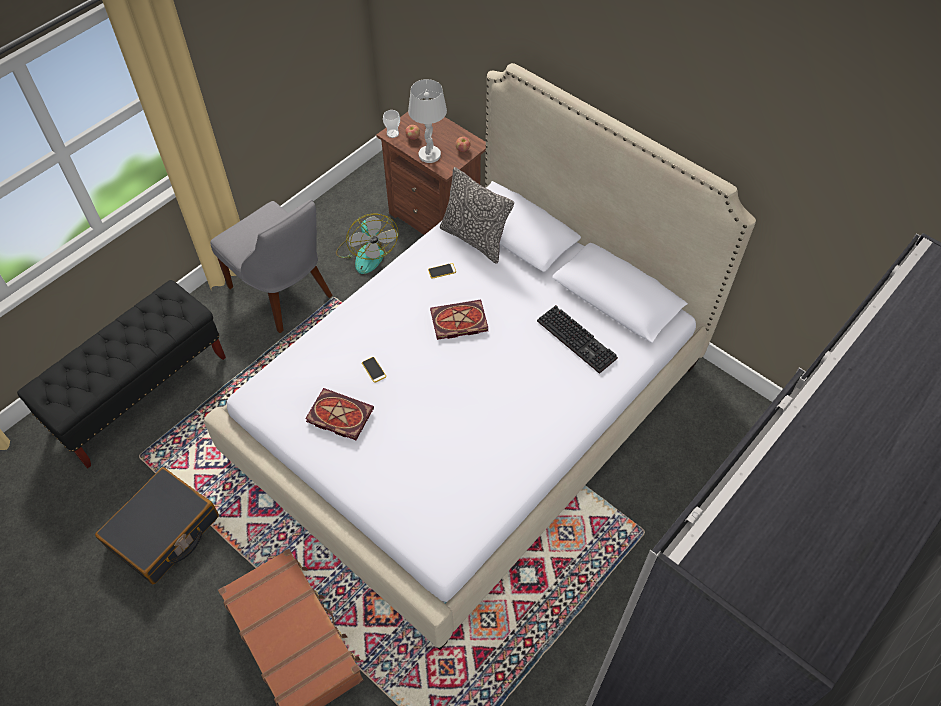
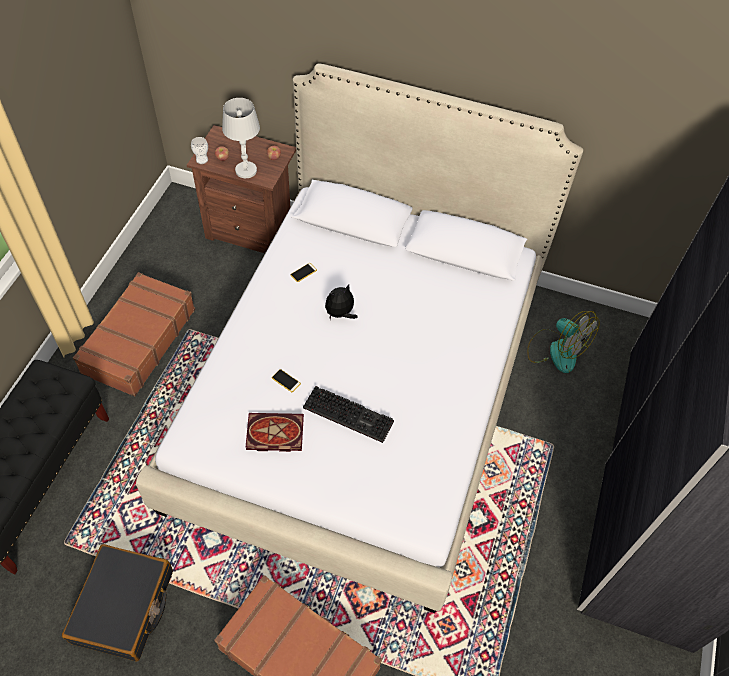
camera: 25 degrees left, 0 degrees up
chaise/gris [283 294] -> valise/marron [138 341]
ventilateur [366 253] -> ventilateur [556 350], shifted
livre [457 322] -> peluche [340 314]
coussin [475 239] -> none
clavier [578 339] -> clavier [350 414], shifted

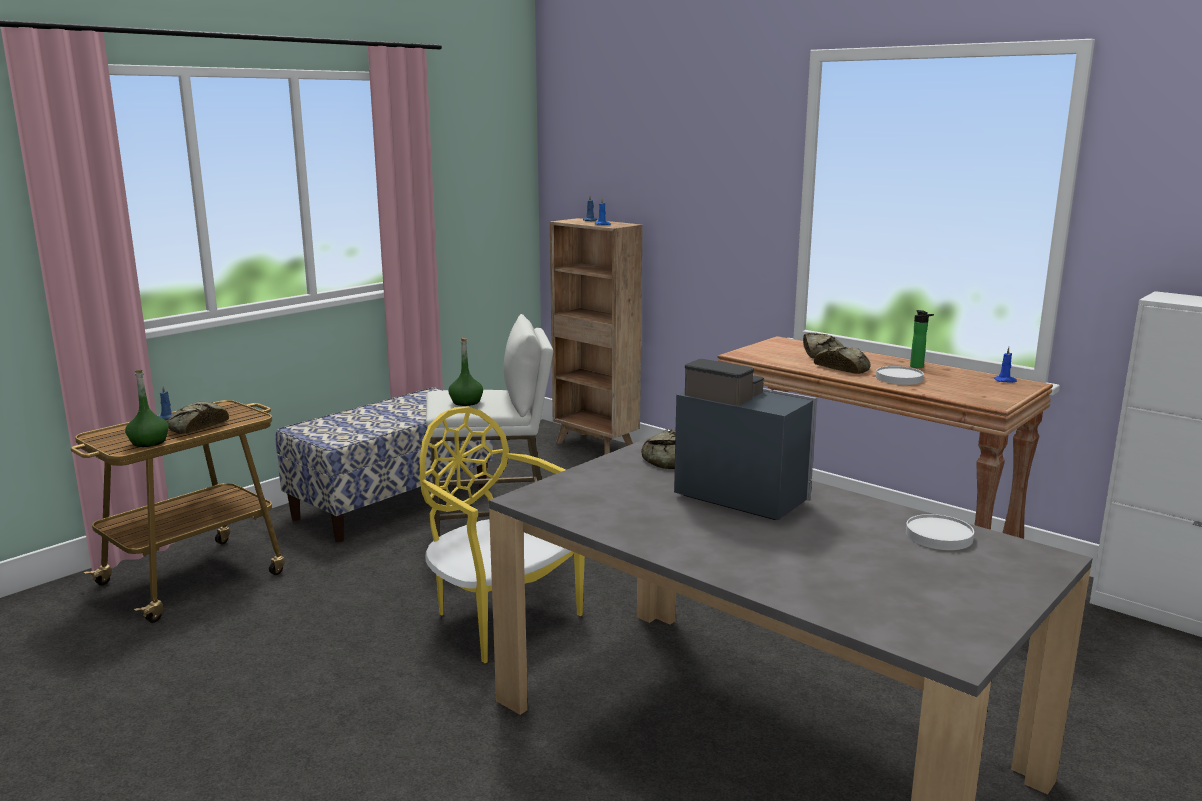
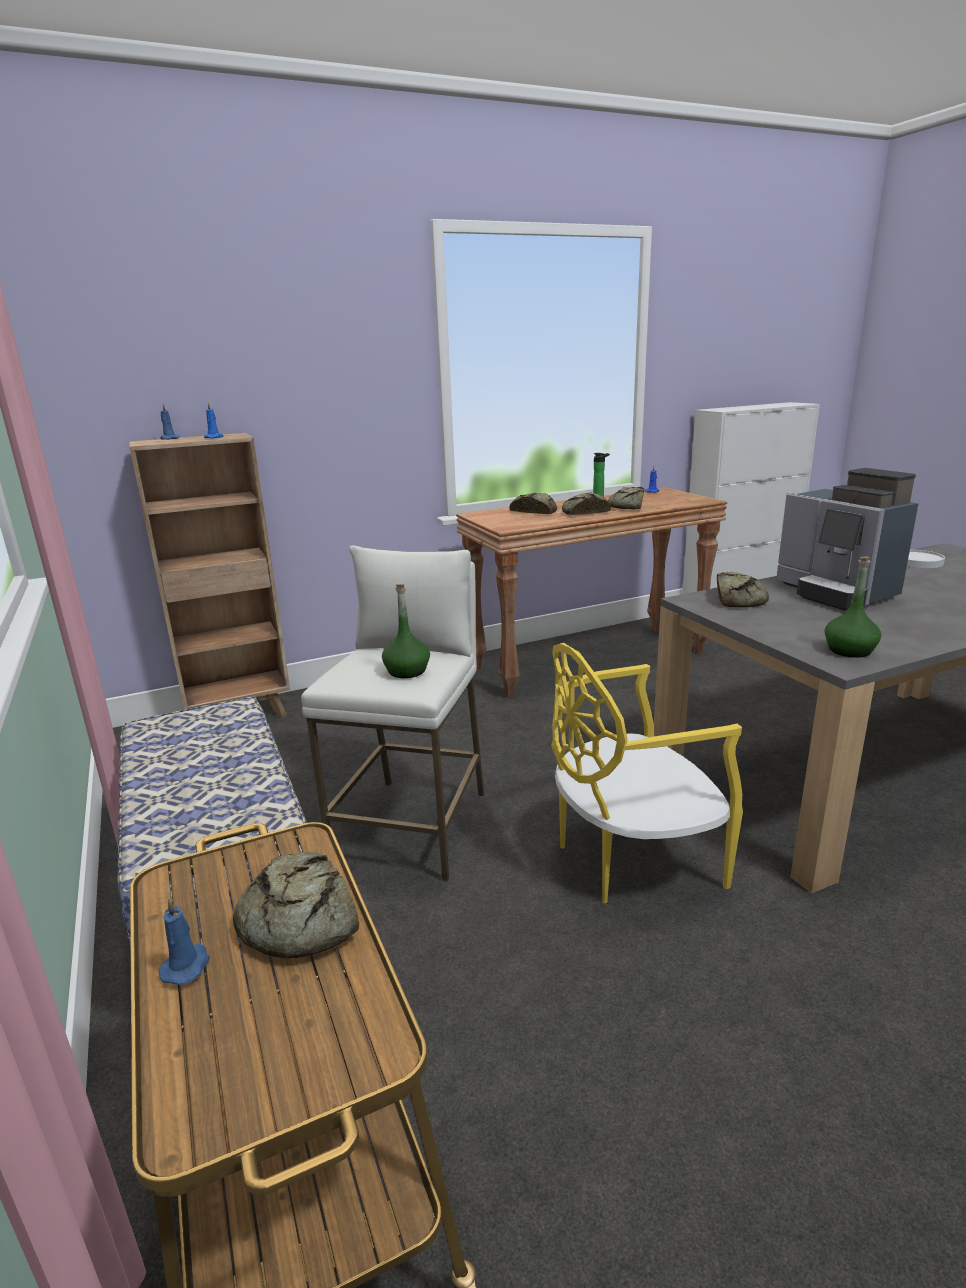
camera: 65 degrees left, 5 degrees up
bouteille/vert [149 442] -> bouteille/vert [849 650], shifted
machine à café [740 495] -> machine à café [835 593], 90 degrees counterclockwise
assiette/blanc [899 378] -> pain [627 506]

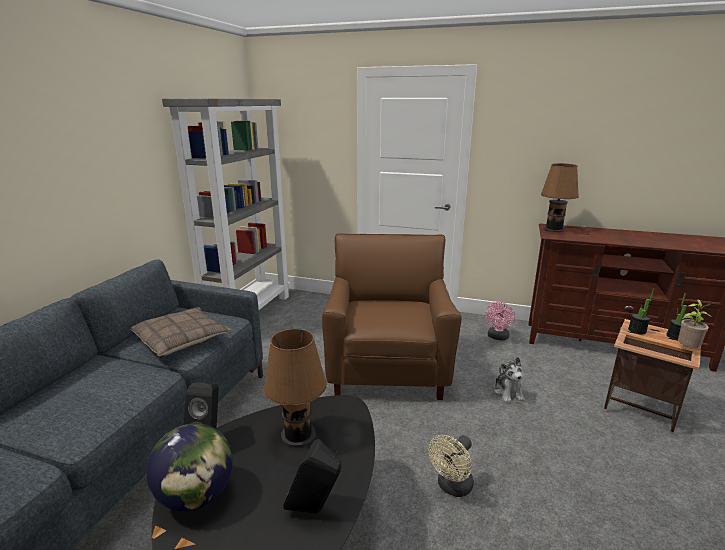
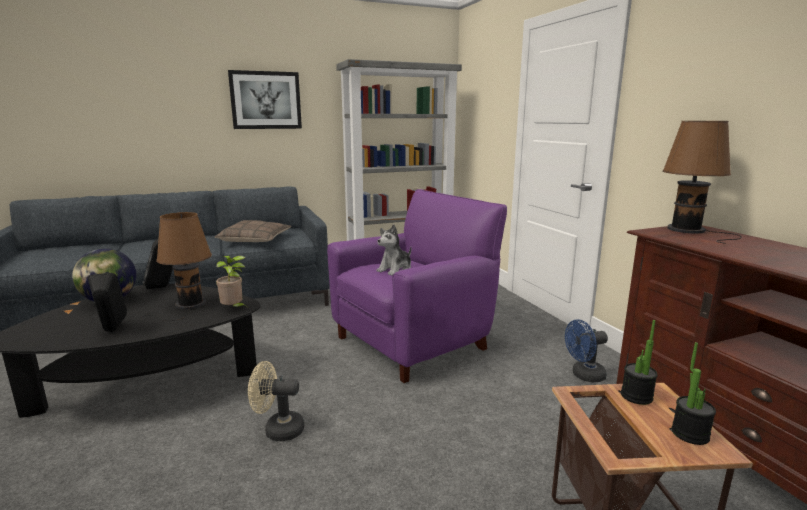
camera: 50 degrees right, 5 degrees down
fauteuil/marron [388 368] -> fauteuil/violet [414 342]
ventilateur/rose [497 337] -> ventilateur/bleu [584 375]
peluche [508 392] -> peluche [395 270], shifted
plante en pot [687 349] -> plante en pot [234 309], shifted
none -> tableau [266 100]

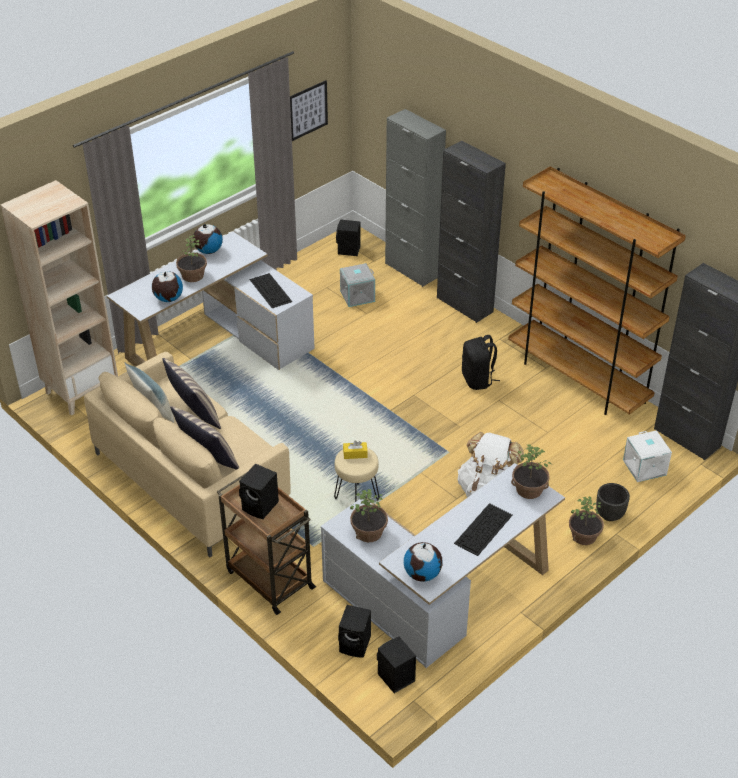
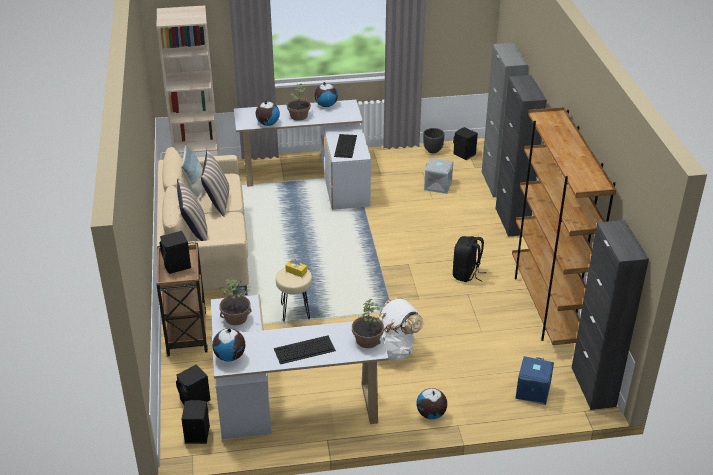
camera: 35 degrees right, 5 degrees down
tableau [308 110] -> none
plante en pot [584 536] -> globe [431 414]
cache-pot/noir [610 515] -> cache-pot/noir [433 150], shifted
boîte de rangement/blanc [643 467] -> boîte de rangement/bleu [532 391]

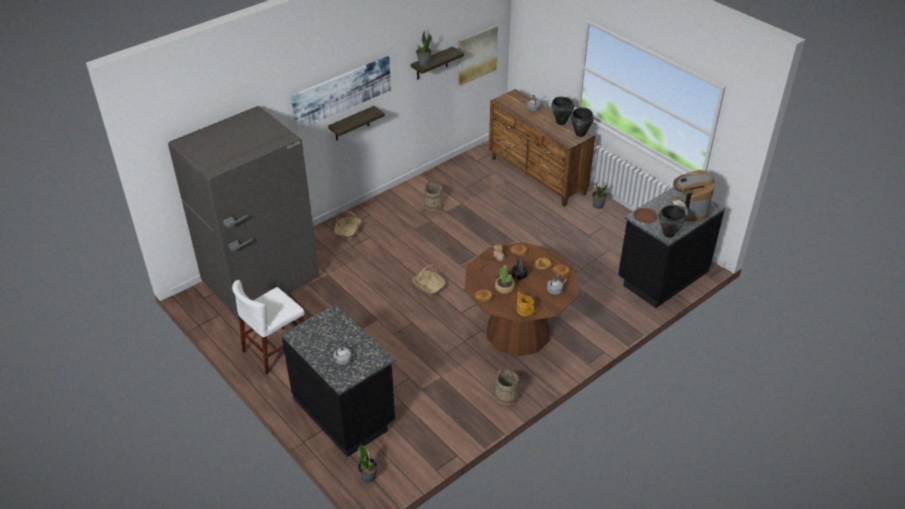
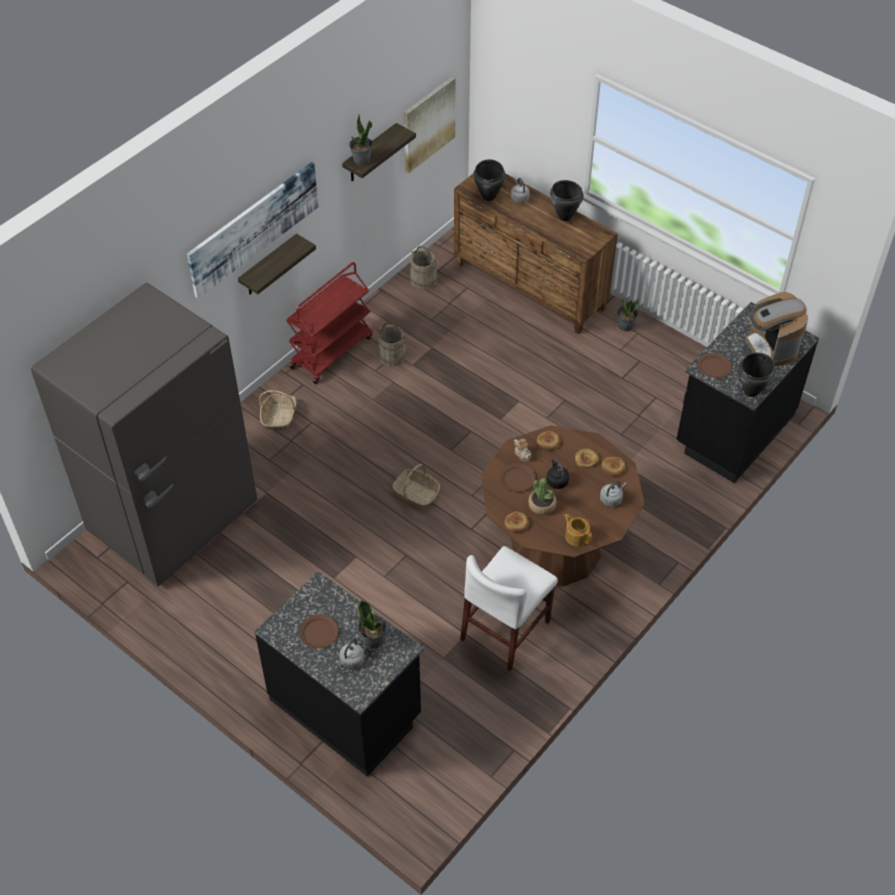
camera: 10 degrees left, 10 degrees up
chaise/blanc [275 350] -> chaise/blanc [505 630], shifted
plante en pot [368 476] -> plante en pot [373 639], shifted
seau/beige [506 396] -> seau/beige [423 280], shifted
marmite/noir [580 134] -> marmite/noir [489 196], shifted
none -> chariot/rouge [331 351]
none -> assiette/marron [319 633]

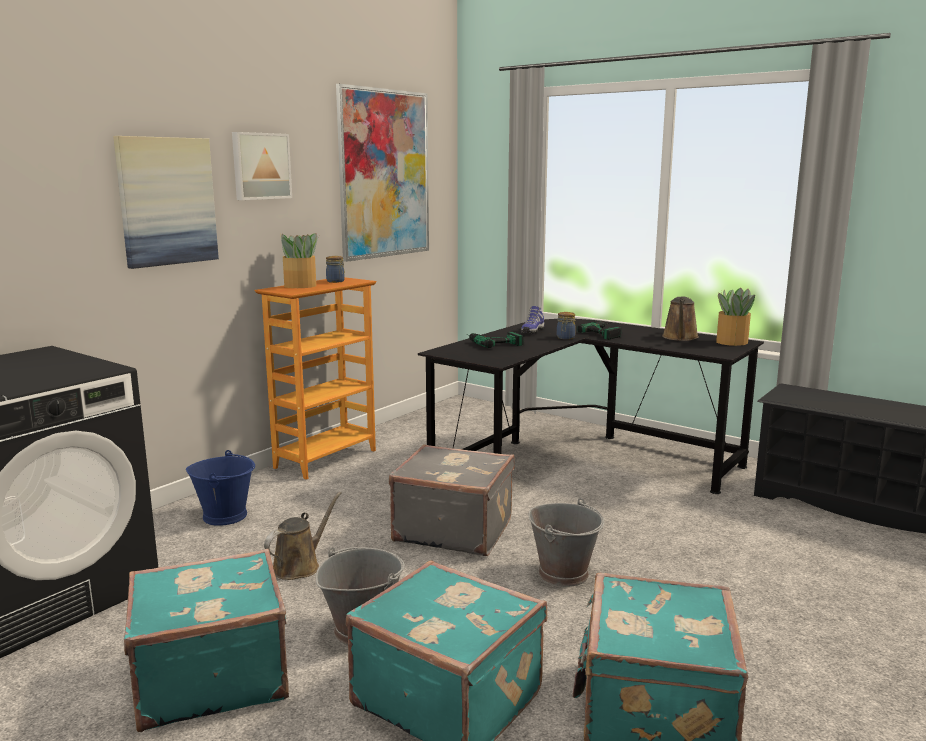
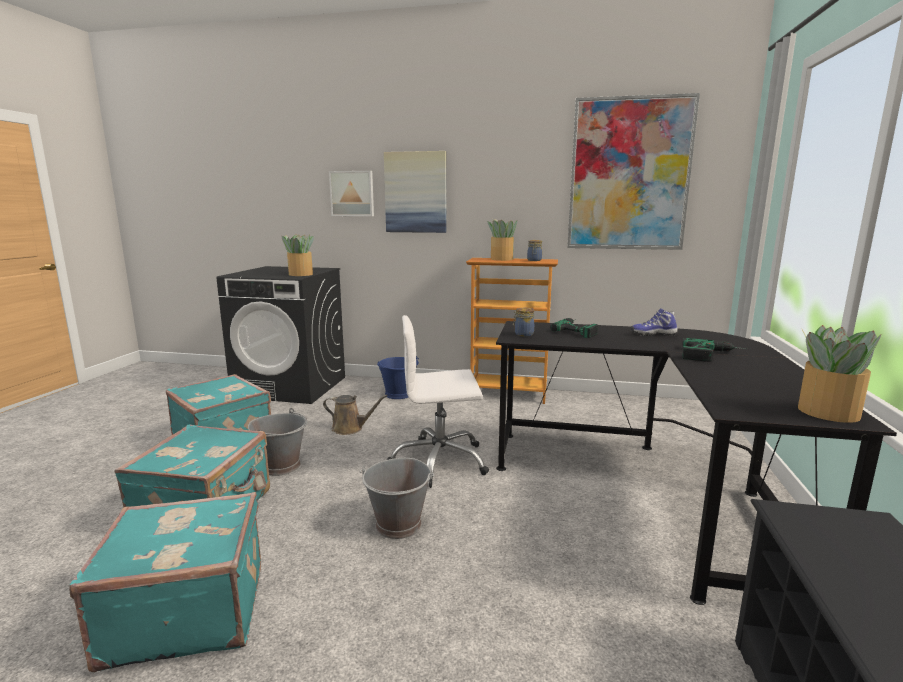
camera: 65 degrees right, 0 degrees up
tableau [260 166] -> tableau [352 193], shifted
valise/gris [453 530] -> chaise de bureau/blanc [439 461]
bocal [565 338] -> bocal [523 334], shifted
arrosoir/marron [680 338] -> none
none -> plante en pot [300 274]

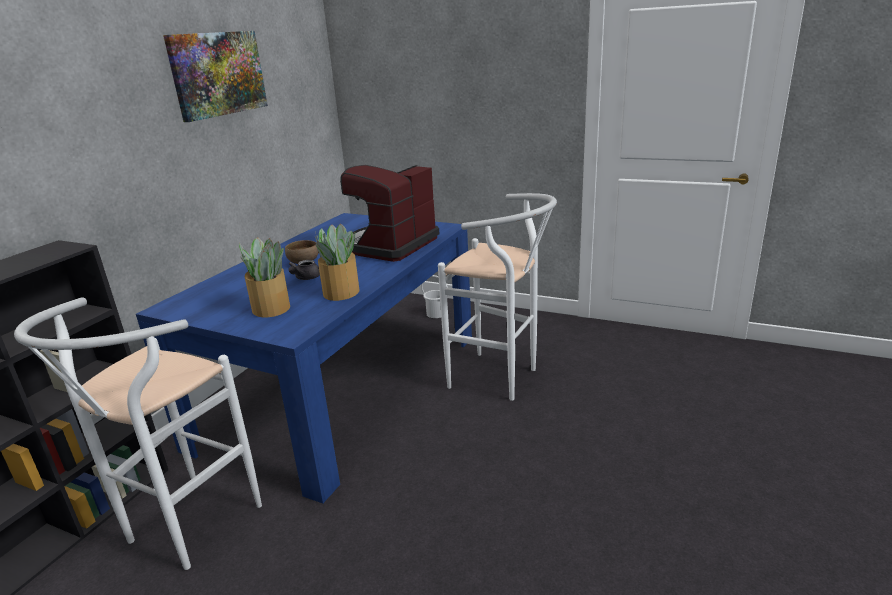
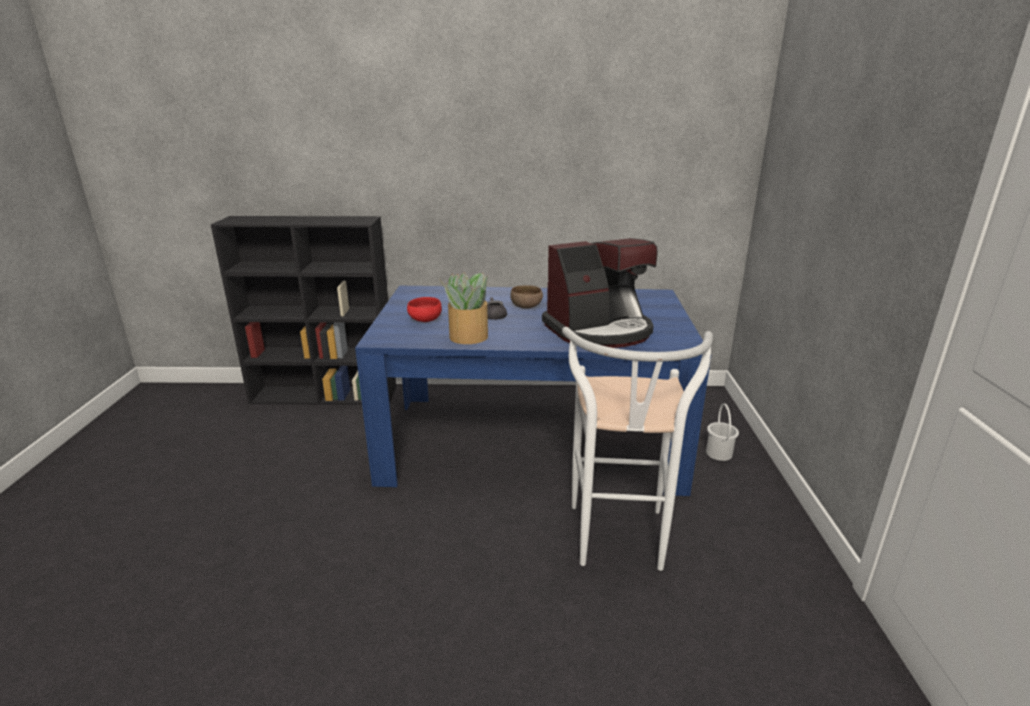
camera: 65 degrees right, 0 degrees up
tabouret/blanc [184 530] -> none
tableau [218 74] -> none
plante en pot [271 308] -> bol/rouge [425 320]
machine à café [390 245] -> machine à café [599 330], 150 degrees clockwise

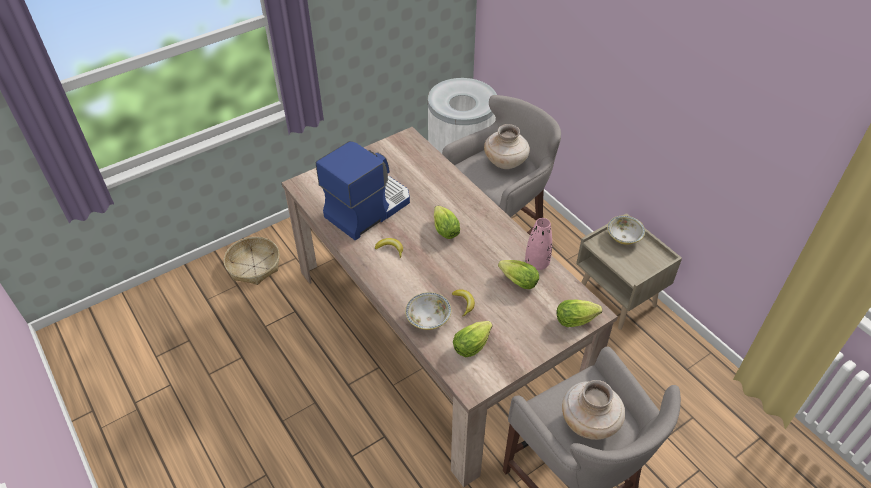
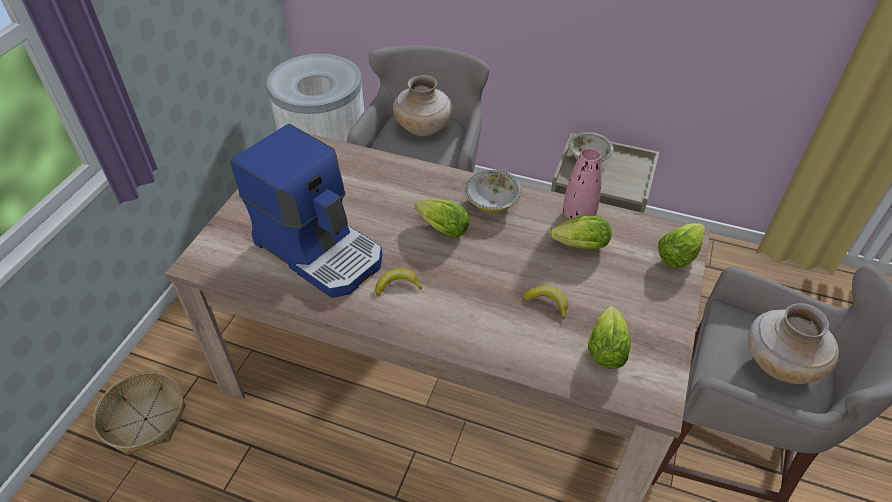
camera: 35 degrees left, 0 degrees up
machine à café [367 208] -> machine à café [321 250], 120 degrees clockwise
bol [428 319] -> bol [492 203], shifted

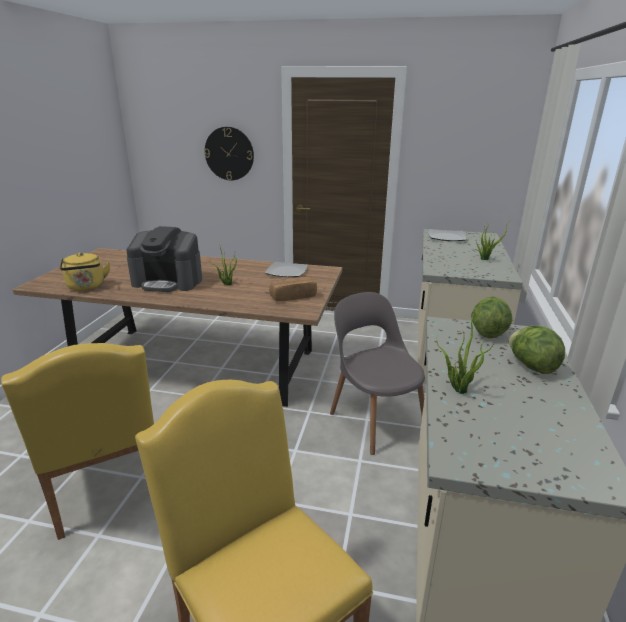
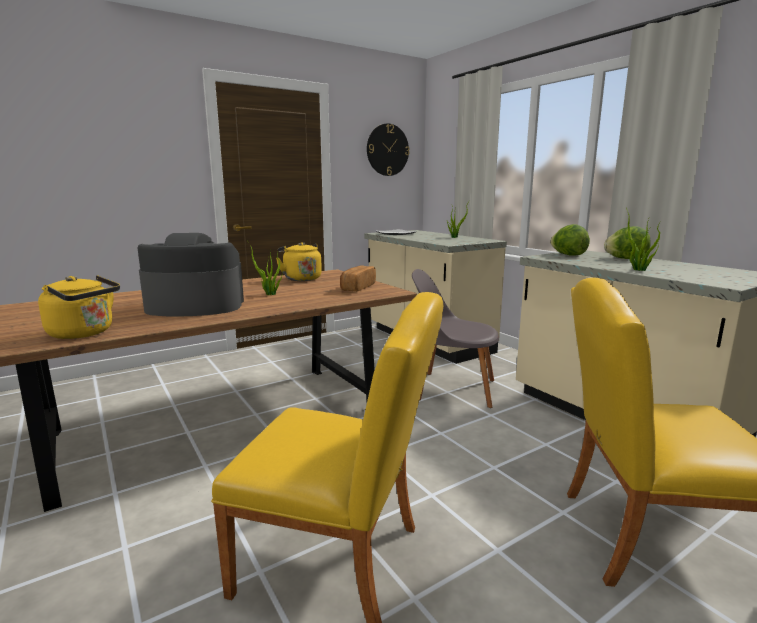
camera: 45 degrees left, 10 degrees down
machine à café [168 281] -> machine à café [195 306], 150 degrees counterclockwise
horloge murale [229 153] -> horloge murale [387 150], shifted
assiette [287 271] -> bouilloire/jaune [301 278]

